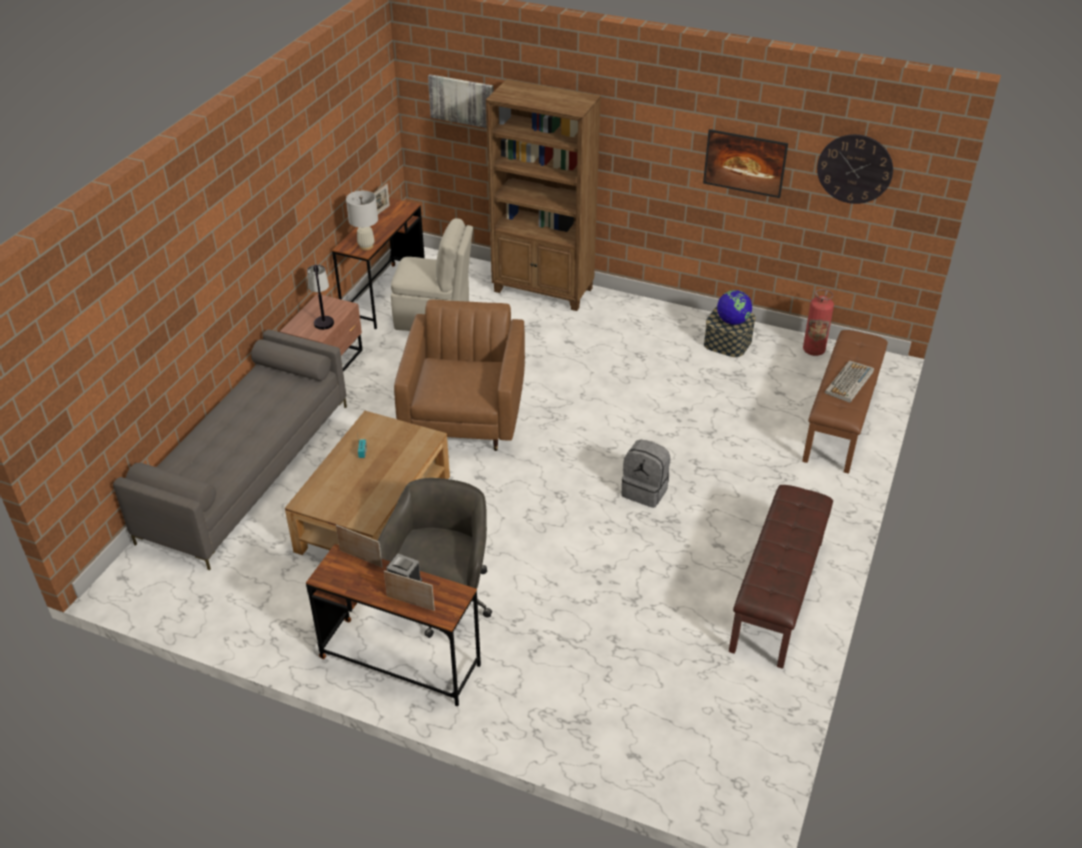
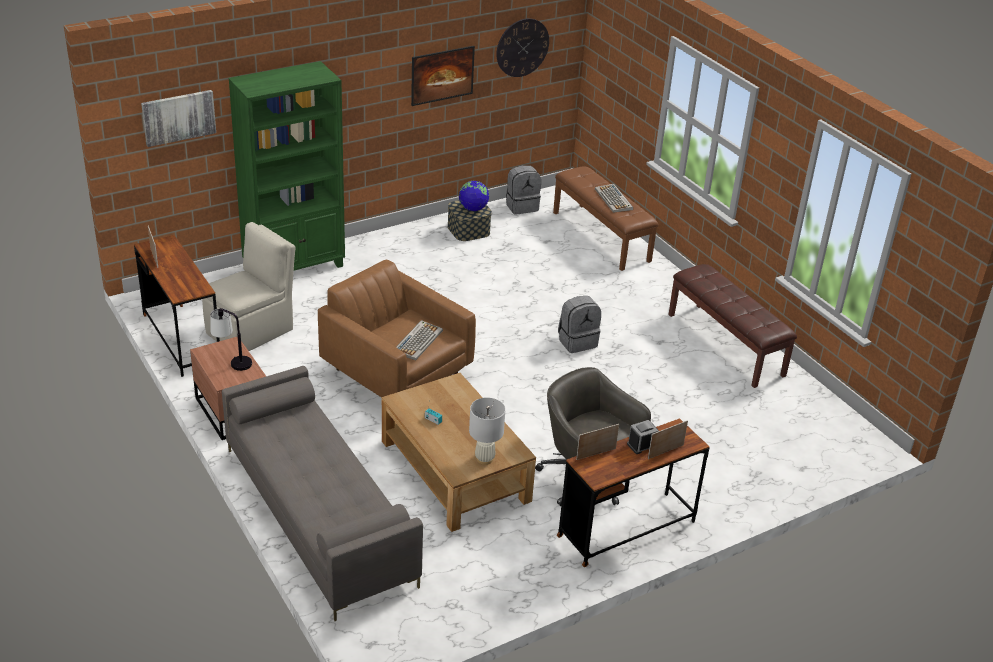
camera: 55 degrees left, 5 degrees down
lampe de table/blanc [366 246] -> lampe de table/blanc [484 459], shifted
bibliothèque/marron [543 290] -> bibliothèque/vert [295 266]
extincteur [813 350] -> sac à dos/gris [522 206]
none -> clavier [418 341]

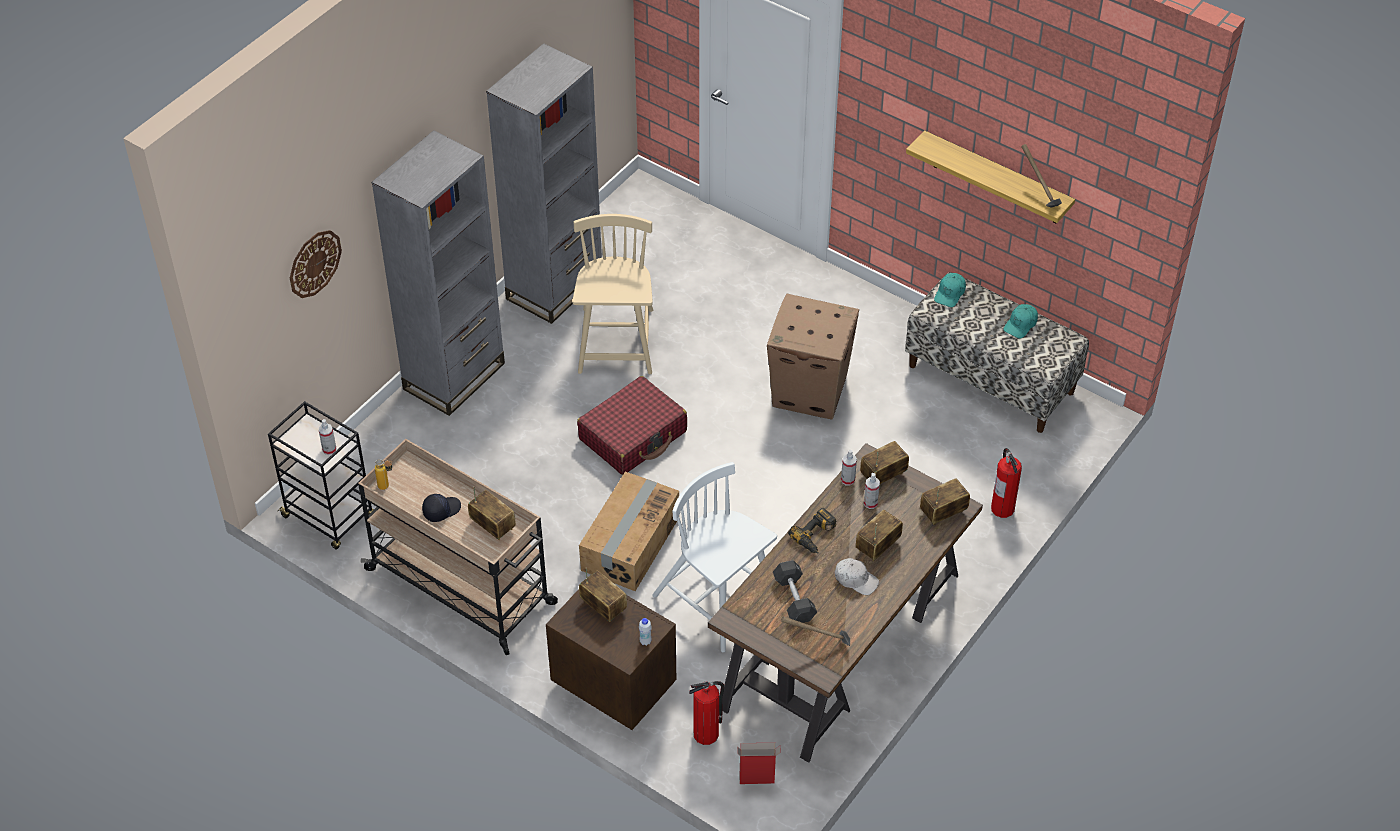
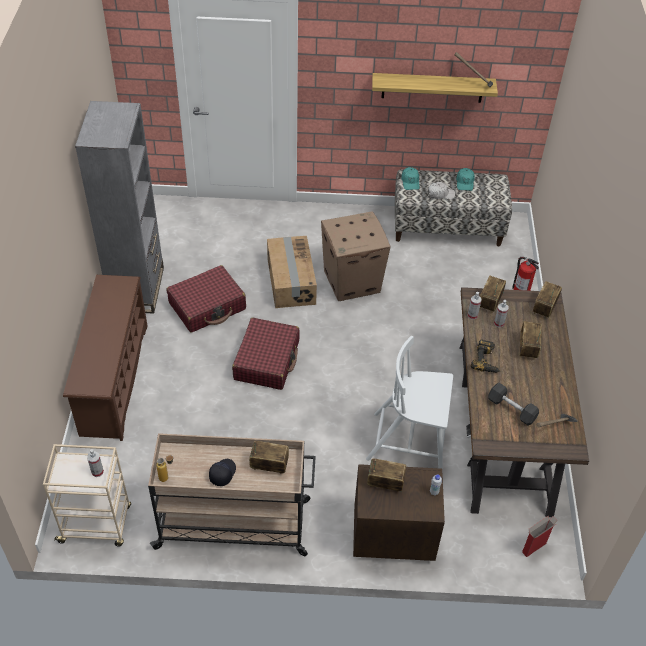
camera: 35 degrees left, 0 degrees up
chariot/noir [329 517] -> chariot/beige [96 524]
horloge murale [314 263] -> none
bibliothèque/gris [454 376] -> étagère à chaussures/marron [113 378]
chaise/beige [616 343] -> valise/rouge [207 306]
carton [629 543] -> carton [290 281], shifted
extincteur [706 734] -> none
casquette/blanc [856 580] -> casquette/blanc [440 194], shifted

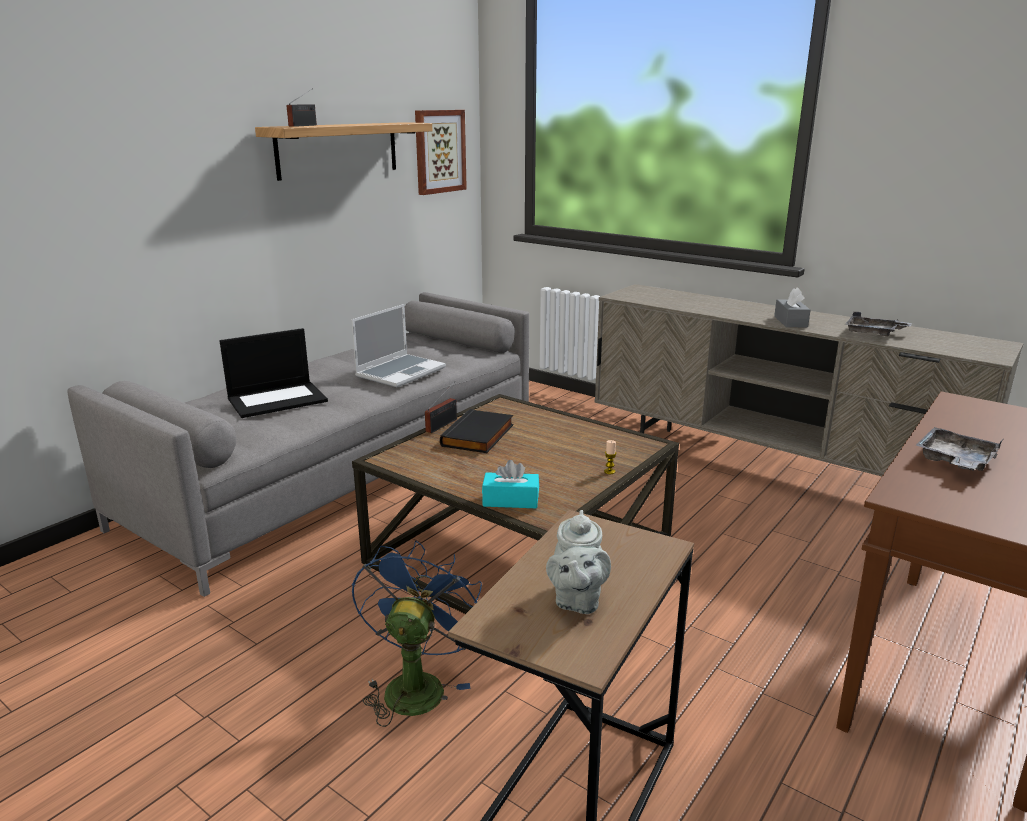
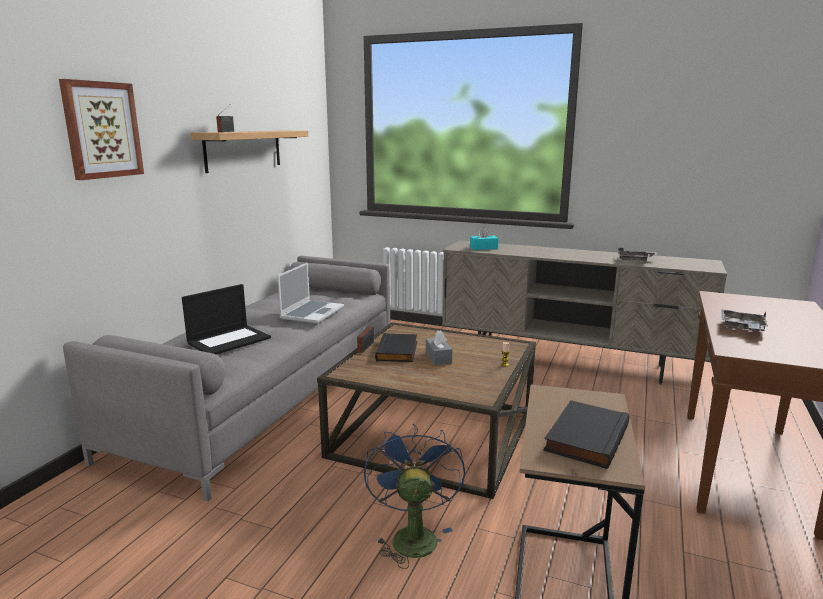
camera: 15 degrees left, 5 degrees down
tableau [439 151] -> tableau [101 130], shifted
boîte à mouchoirs/turquoise [510 500] -> boîte à mouchoirs/turquoise [483 248], shifted
théière/gris [576 600] -> livre/noir [584 437]
boîte à mouchoirs/gris [790 321] -> boîte à mouchoirs/gris [438 357], shifted

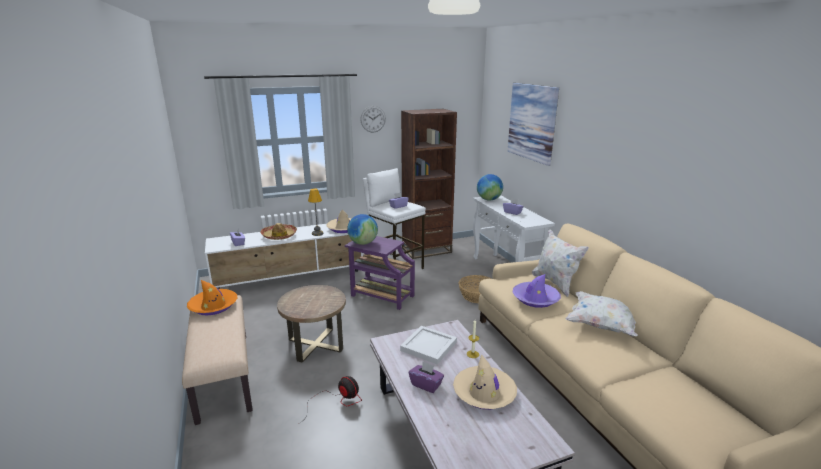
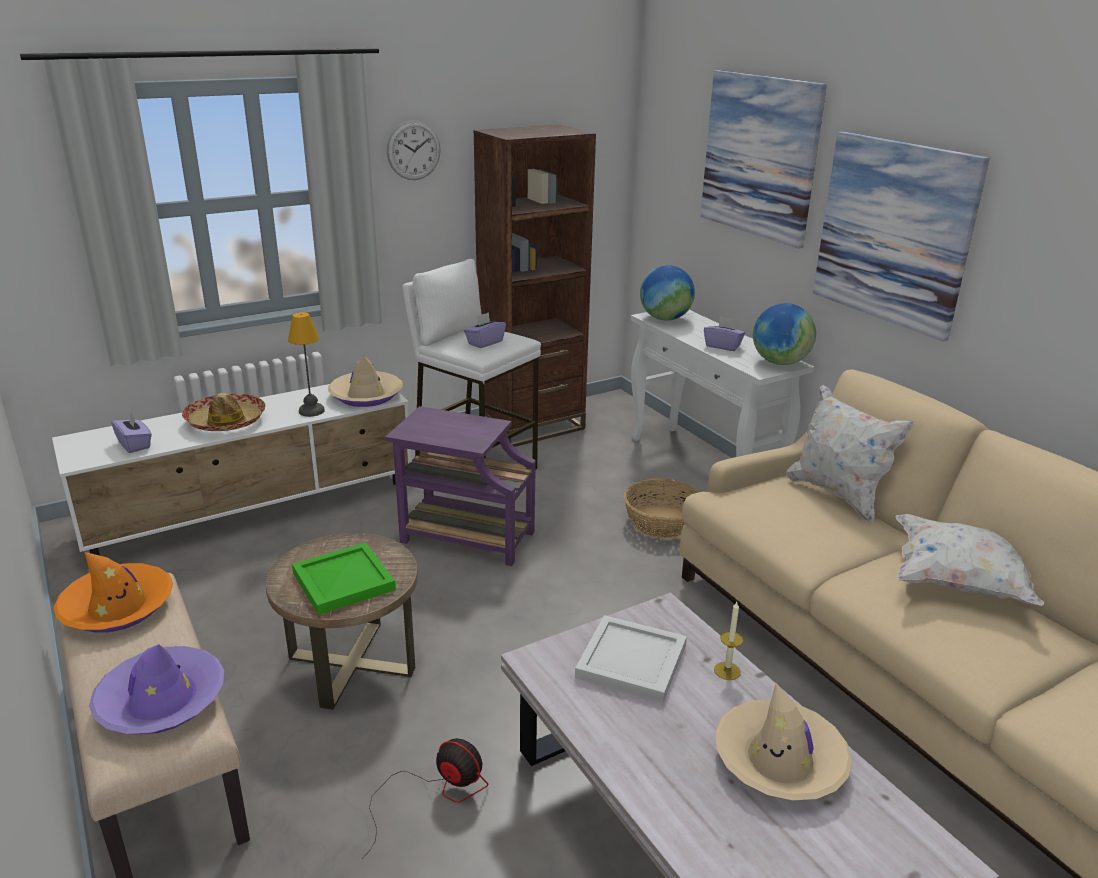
camera: 10 degrees left, 5 degrees up
globe [363 243] -> globe [780 362], shifted
boîte à mouchoirs/violet [426 384] -> none
chapeau/violet [535 299] -> chapeau/violet [161 701], shifted
none -> plateau/vert [345 581]
none -> tableau [894 232]

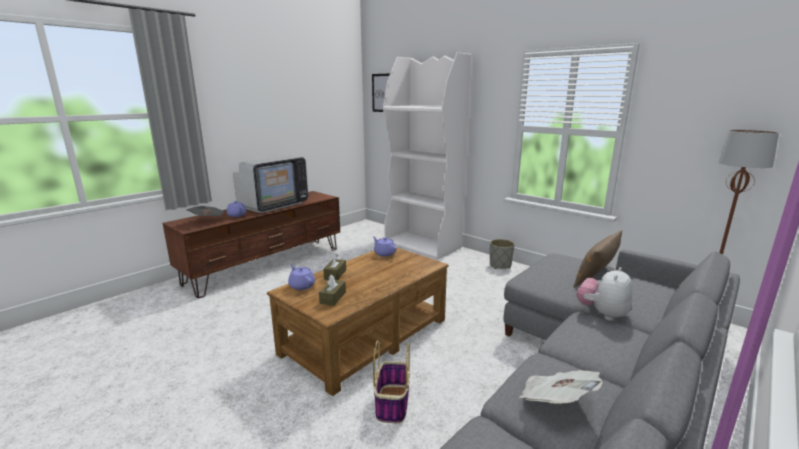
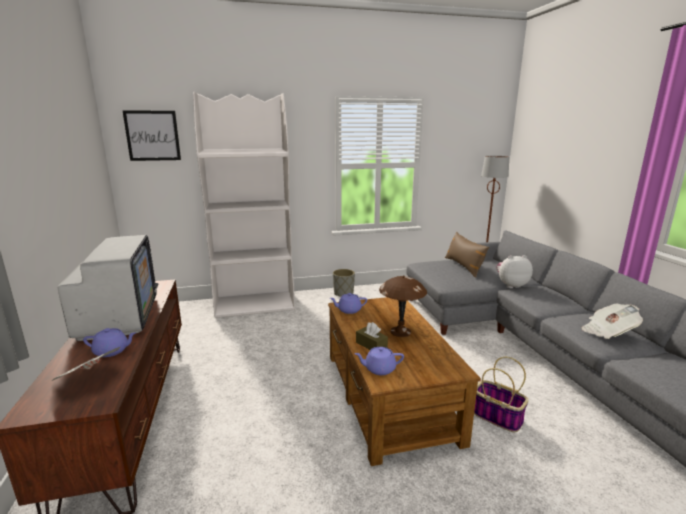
camera: 55 degrees left, 0 degrees up
boîte à mouchoirs/marron [333 298] -> none
peluche [602 314] -> peluche [511 285], 105 degrees clockwise
none -> lampe de table/marron [401 332]

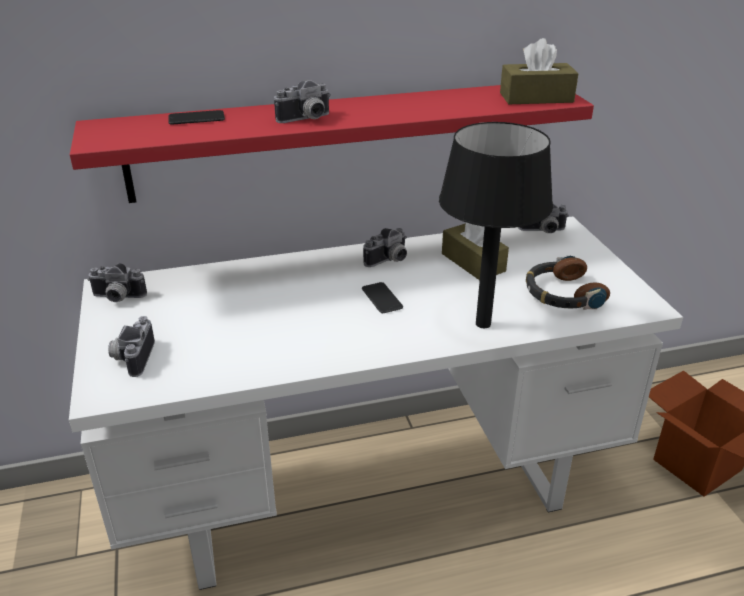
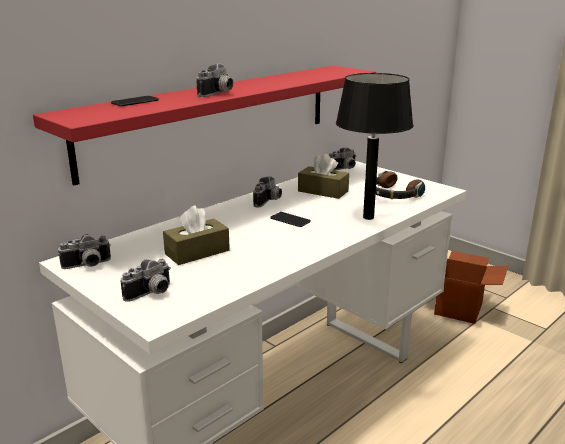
camera: 30 degrees left, 10 degrees down
appareil photo [132 357] -> appareil photo [151 294], 105 degrees counterclockwise
boîte à mouchoirs/marron [536 98] -> boîte à mouchoirs/marron [197 252], shifted

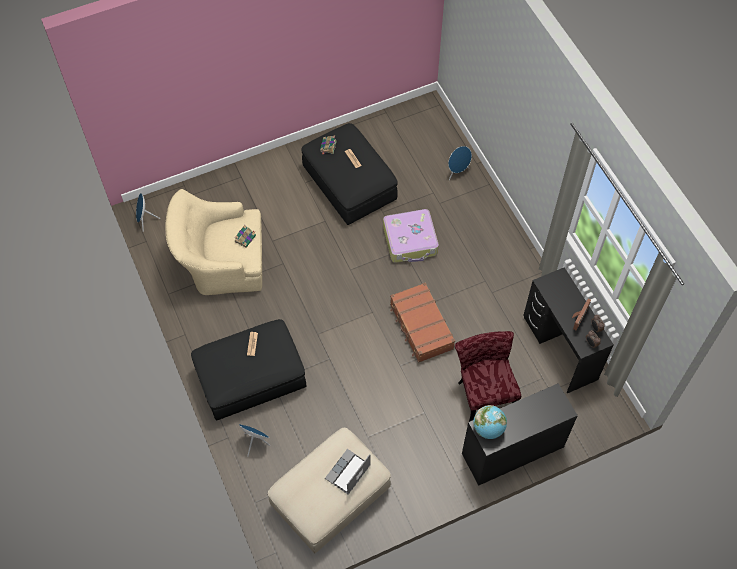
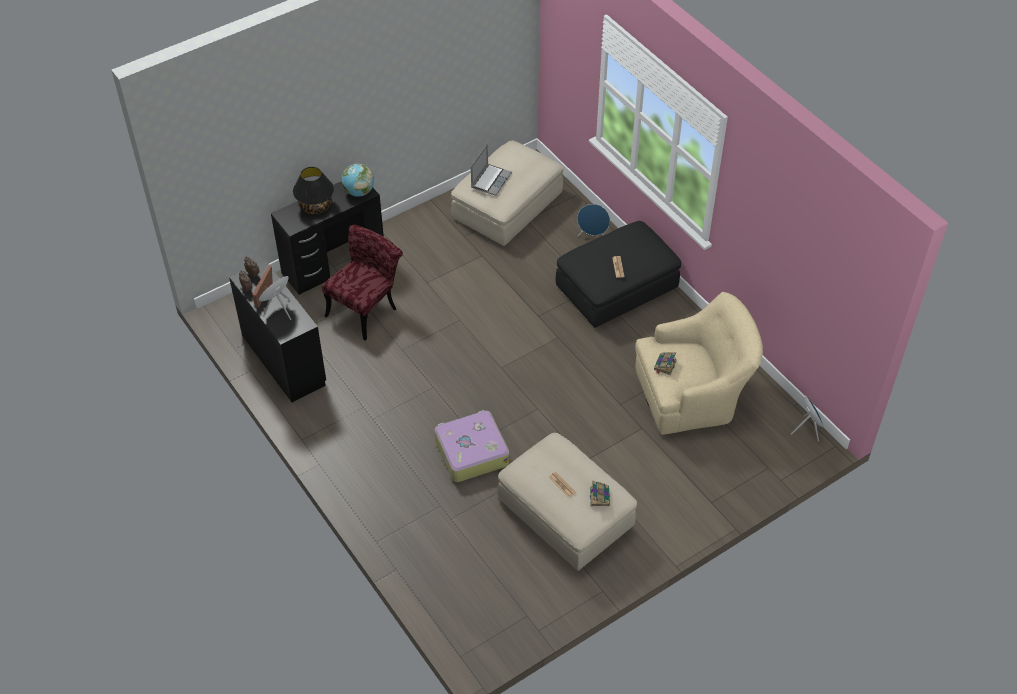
camera: 170 degrees right, 10 degrees down
pouf/noir [350 184] -> pouf/beige [564 514]
valise/marron [421 327] -> none
enceinte/bleu [457 172] -> enceinte/bleu [278 310], shifted
chaise/rouge [484 392] -> chaise/rouge [366 308], 120 degrees counterclockwise
none -> lampe de table/noir [315 206]

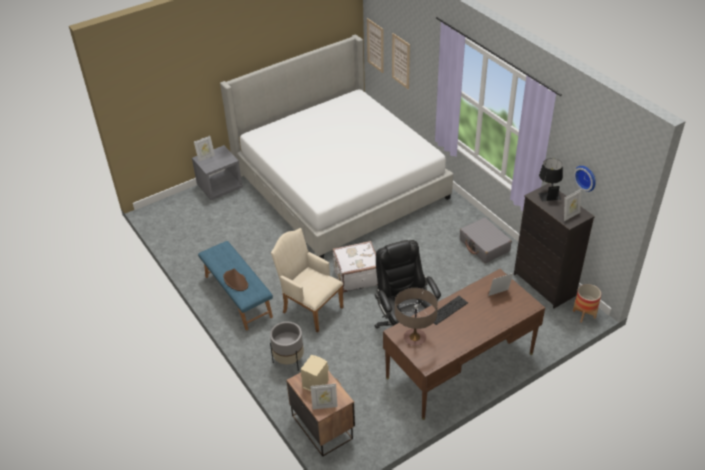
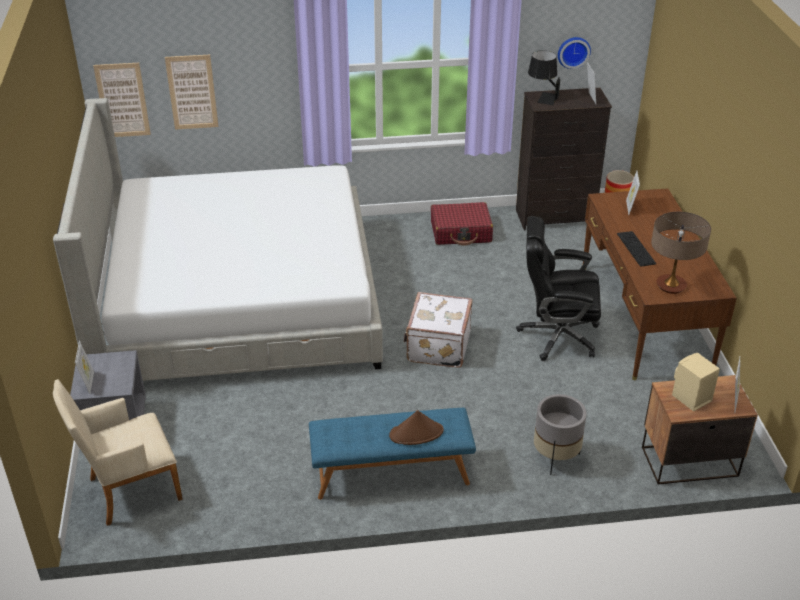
camera: 65 degrees left, 5 degrees down
fauteuil/beige [310 308] -> fauteuil/beige [129 490], shifted
valise/gris [484 246] -> valise/rouge [461 232]

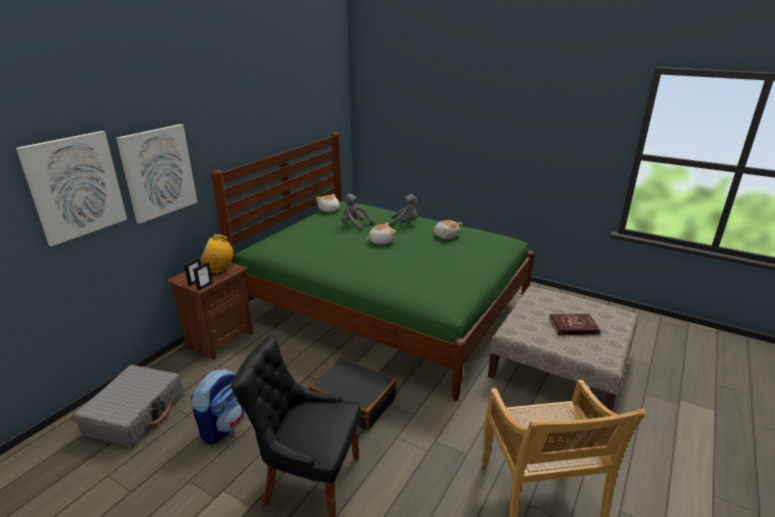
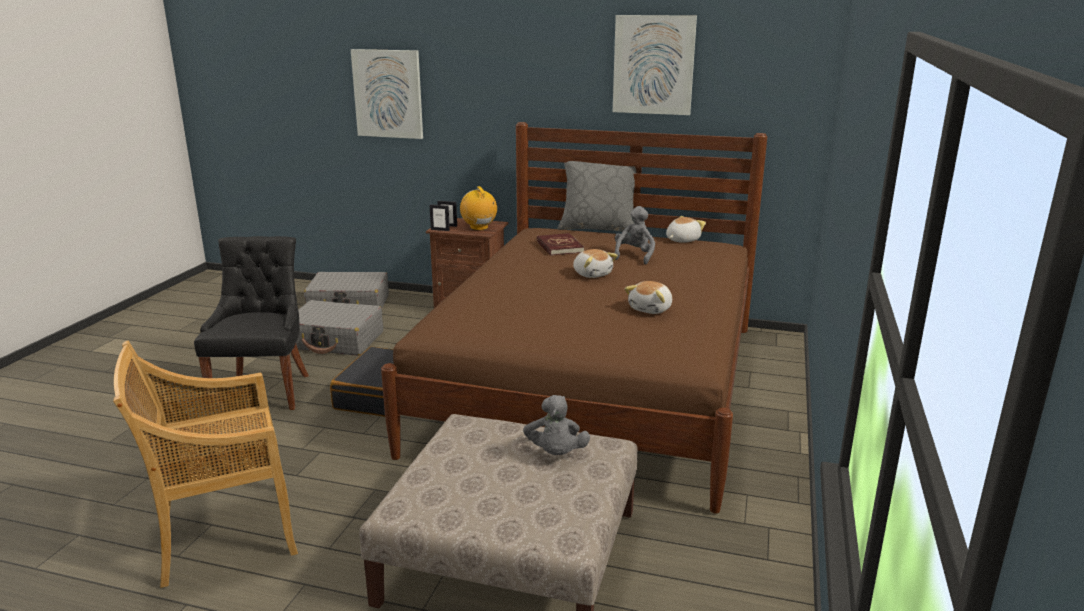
camera: 75 degrees right, 5 degrees down
tableau [158 172] -> tableau [653 65], shifted
sac à dos [223 426] -> valise/gris [335 340]
lit/vert [384 308] -> lit/marron [595 385]
peluche/gris [404 224] -> peluche/gris [556 454], shifted
livre/rouge [573 326] -> livre/rouge [559 247], shifted
none -> coussin/gris [599 228]

